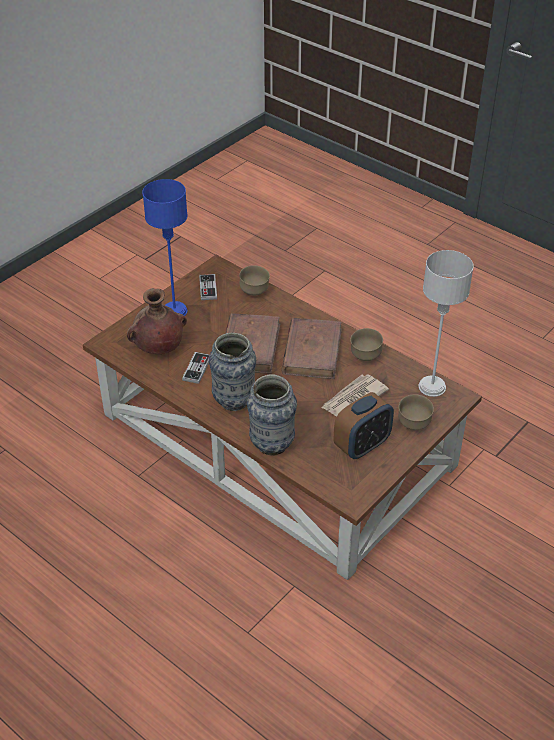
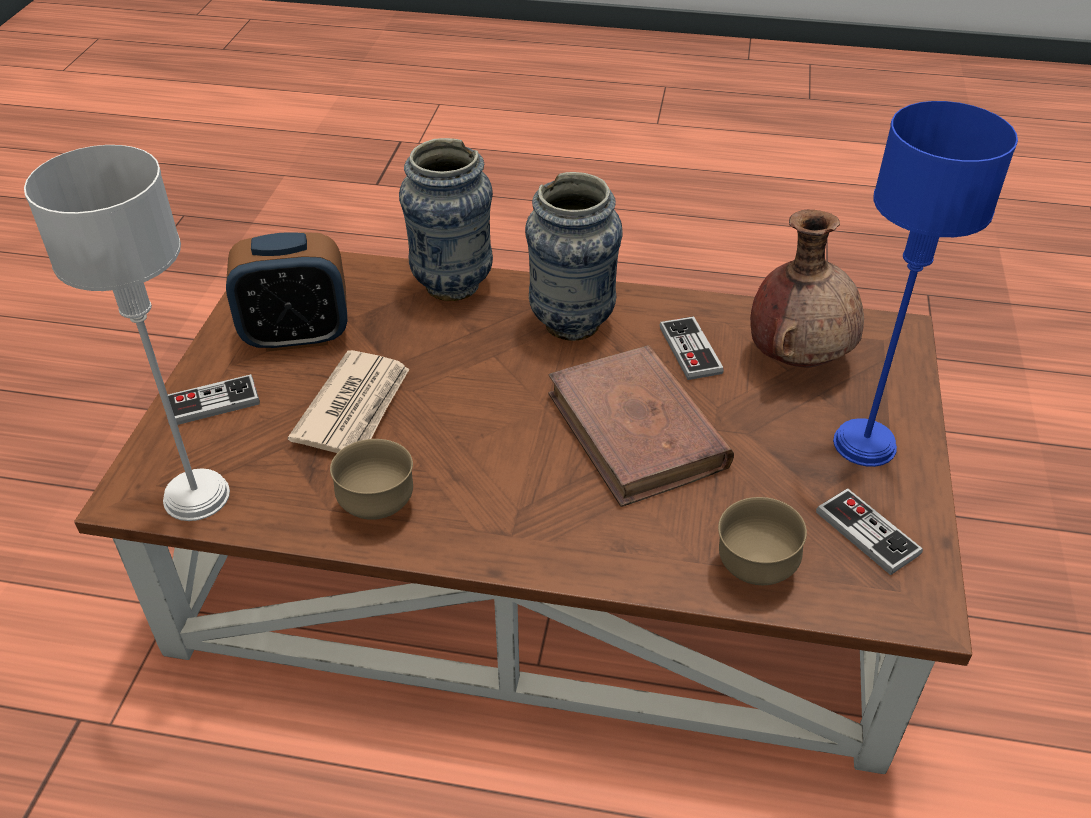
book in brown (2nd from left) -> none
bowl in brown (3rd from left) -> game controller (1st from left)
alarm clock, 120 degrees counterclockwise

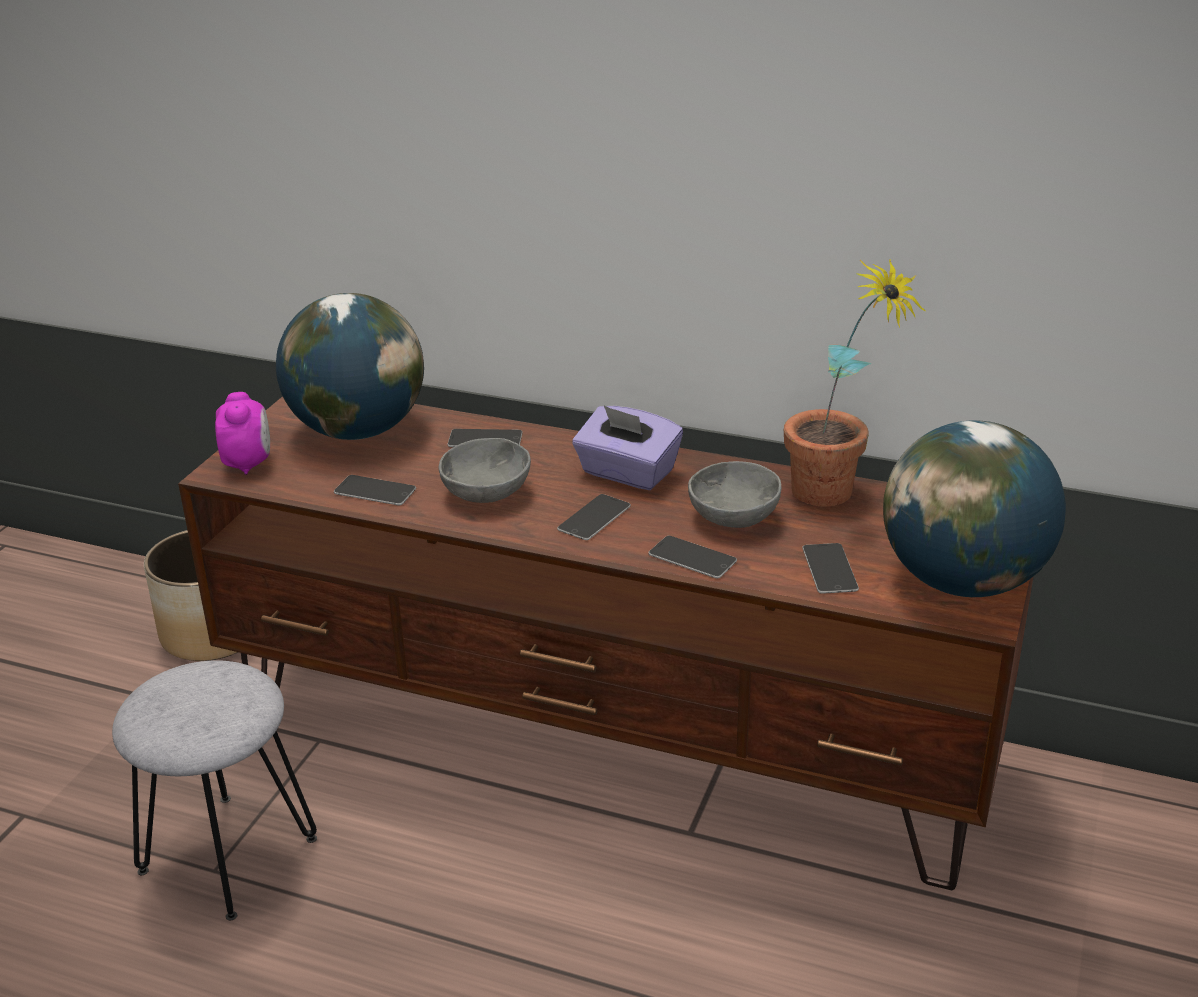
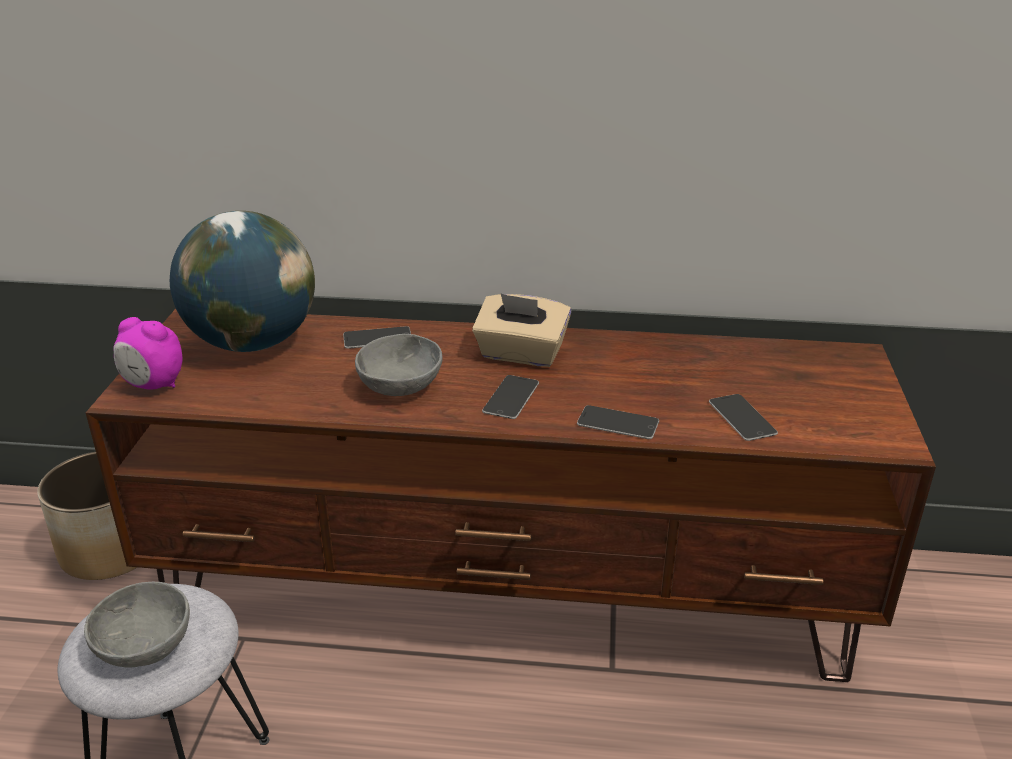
phone (1st from left) -> none
potted plant -> none
globe (2nd from left) -> none
bowl in grey (2nd from left in the first image) -> bowl in grey (1st from left), move
tissue box in purple -> tissue box in beige
alarm clock, 135 degrees clockwise

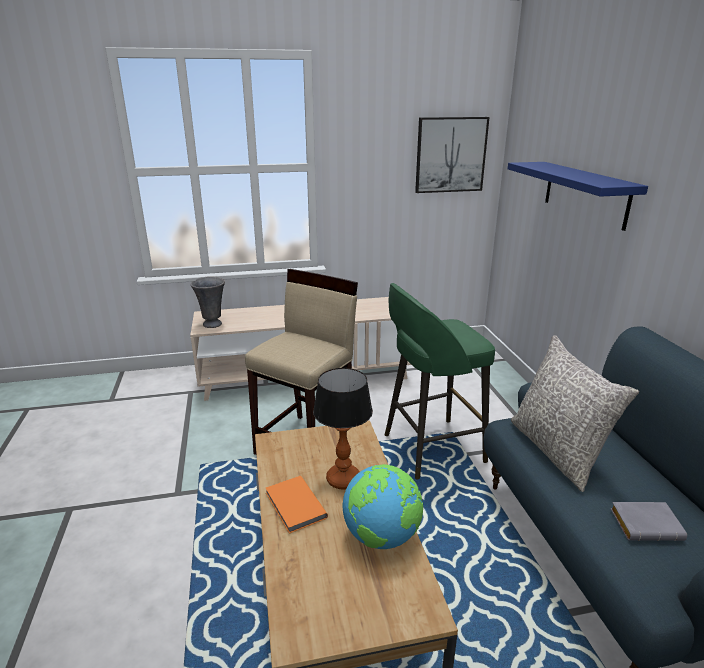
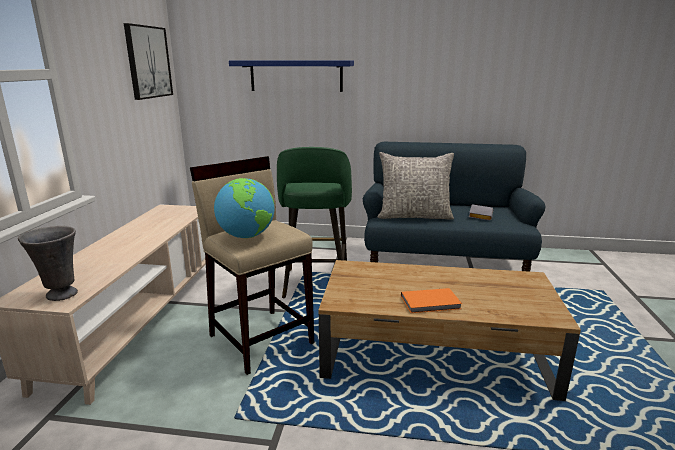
table lamp -> none
globe, move

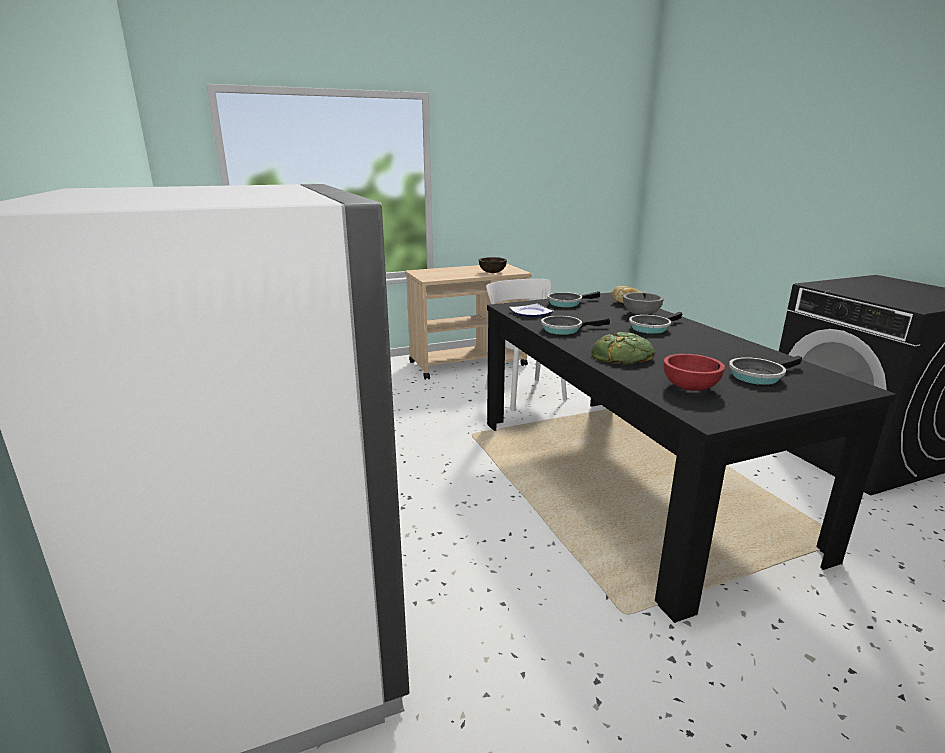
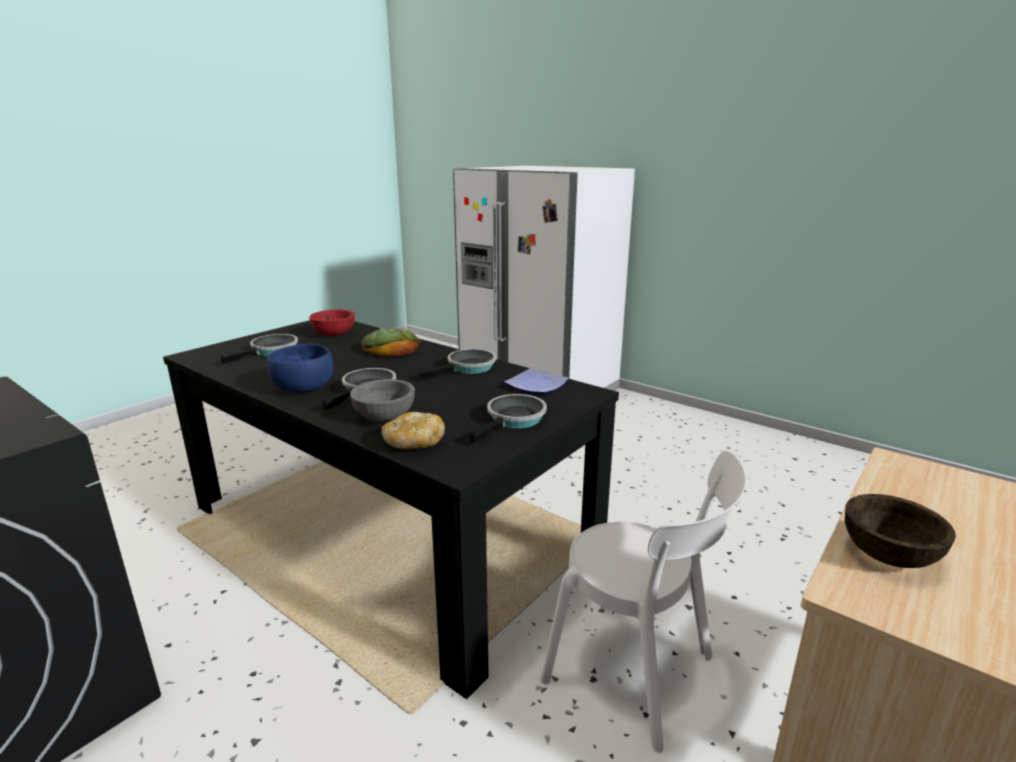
none -> bowl in blue

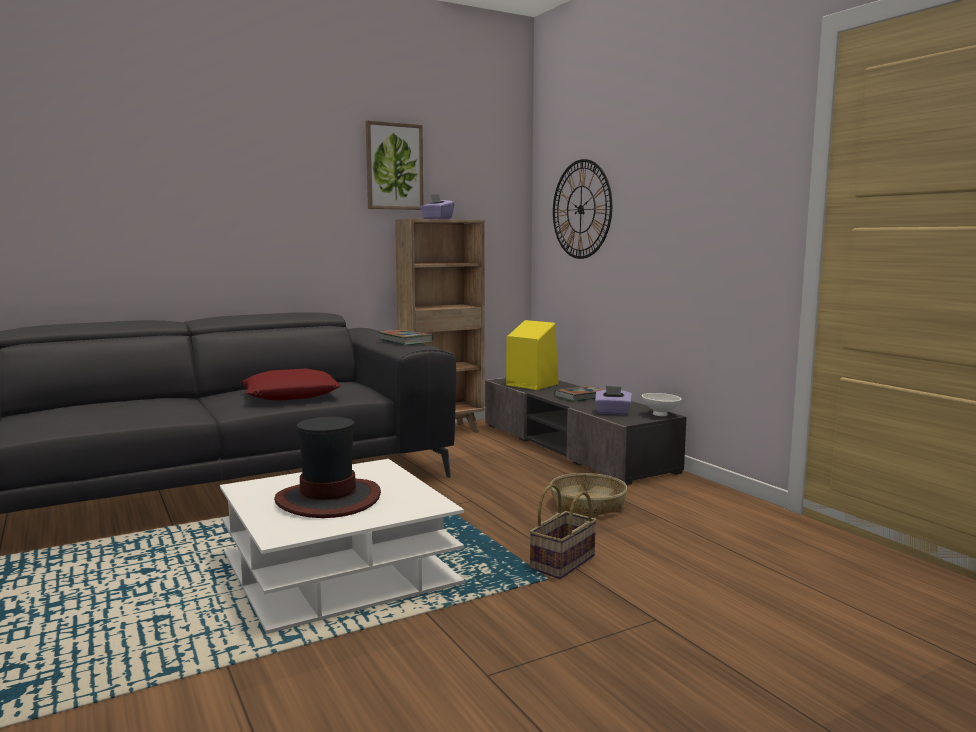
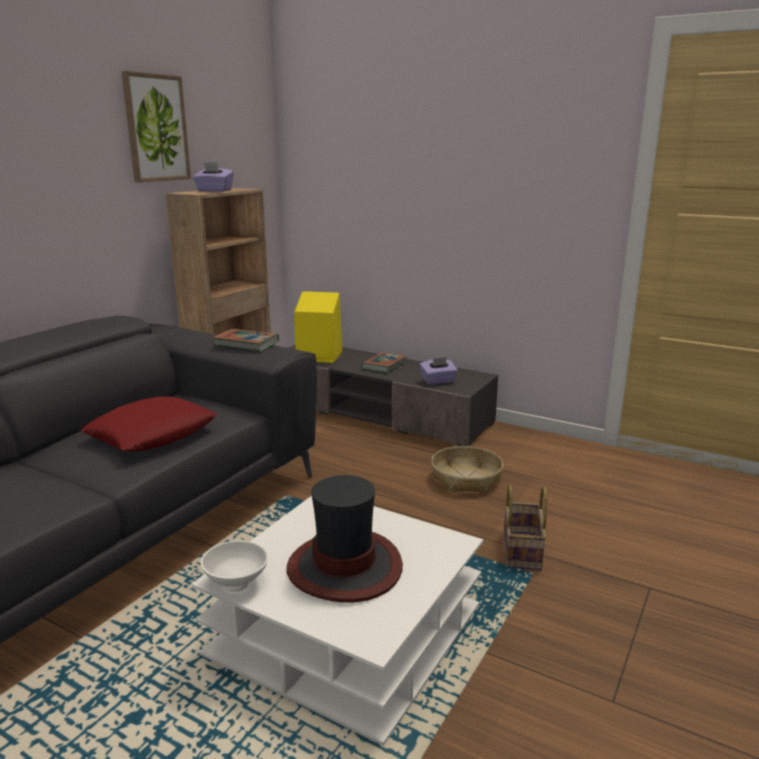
wall clock -> none
bowl in white, move

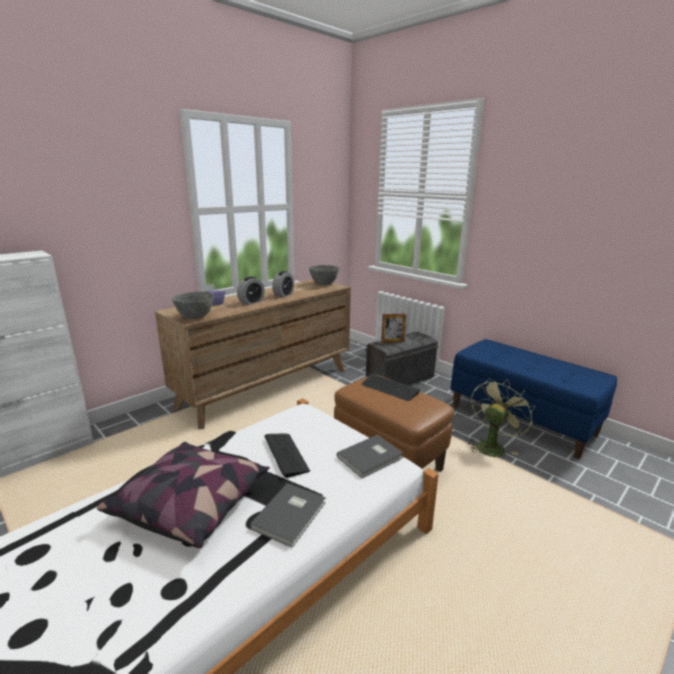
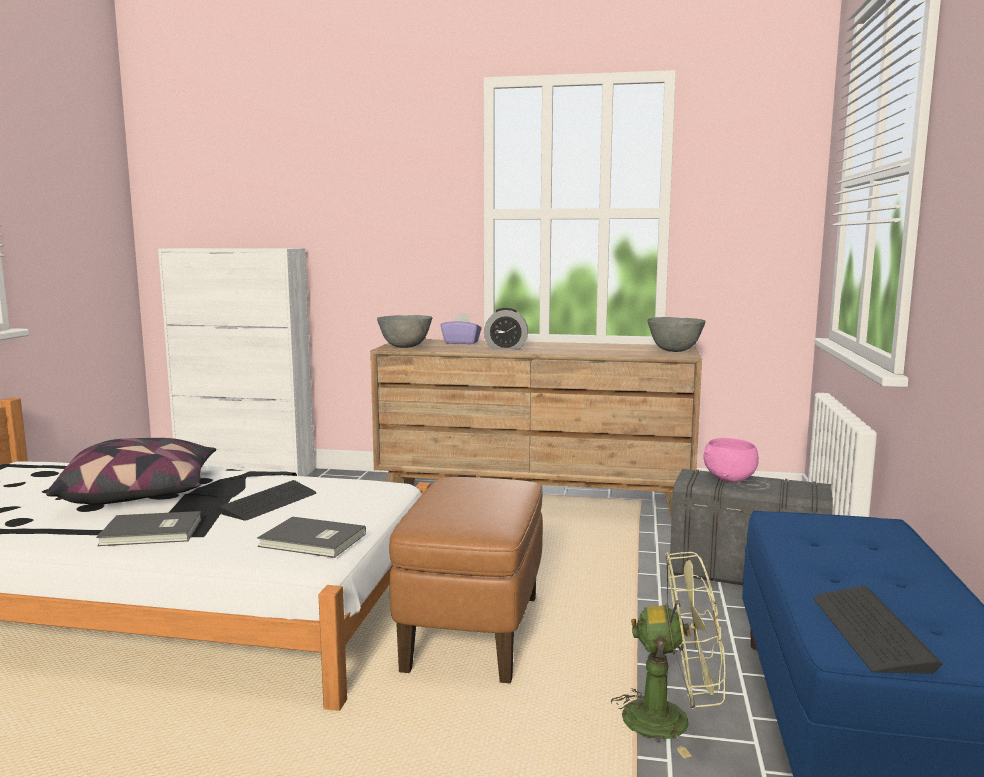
alarm clock (2nd from left) -> none
keyboard (2nd from left), move
picture frame -> bowl in pink

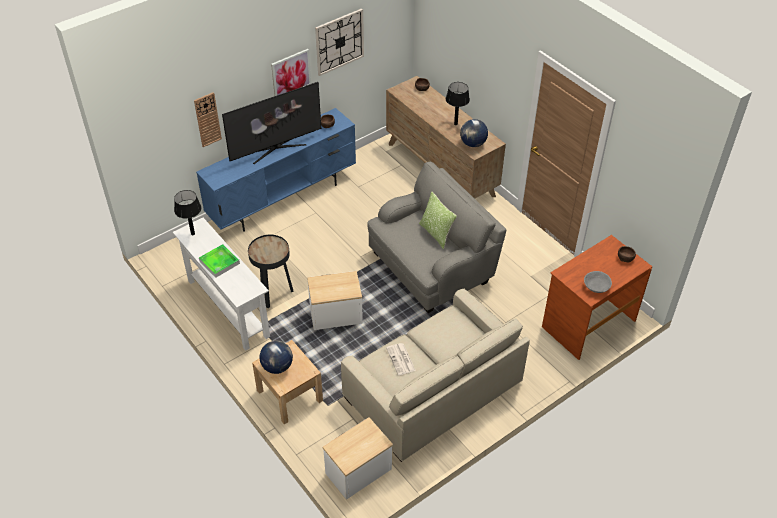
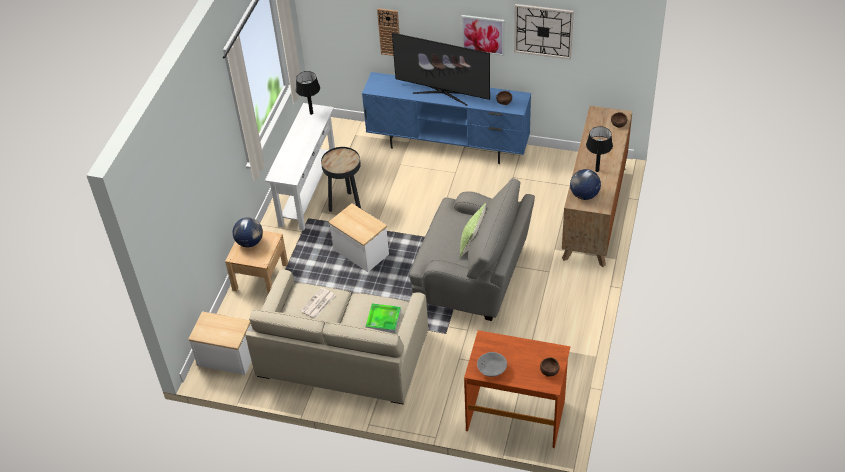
tray, move

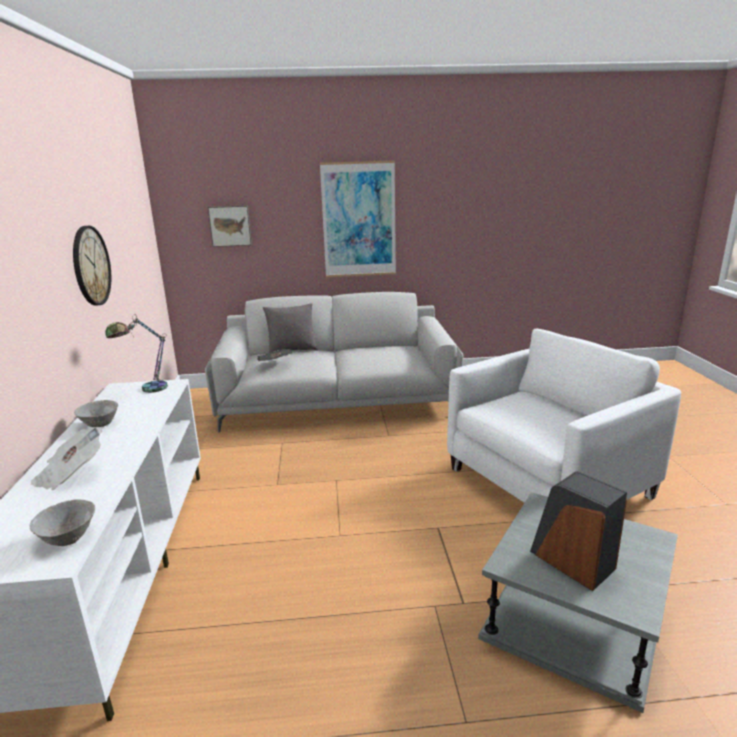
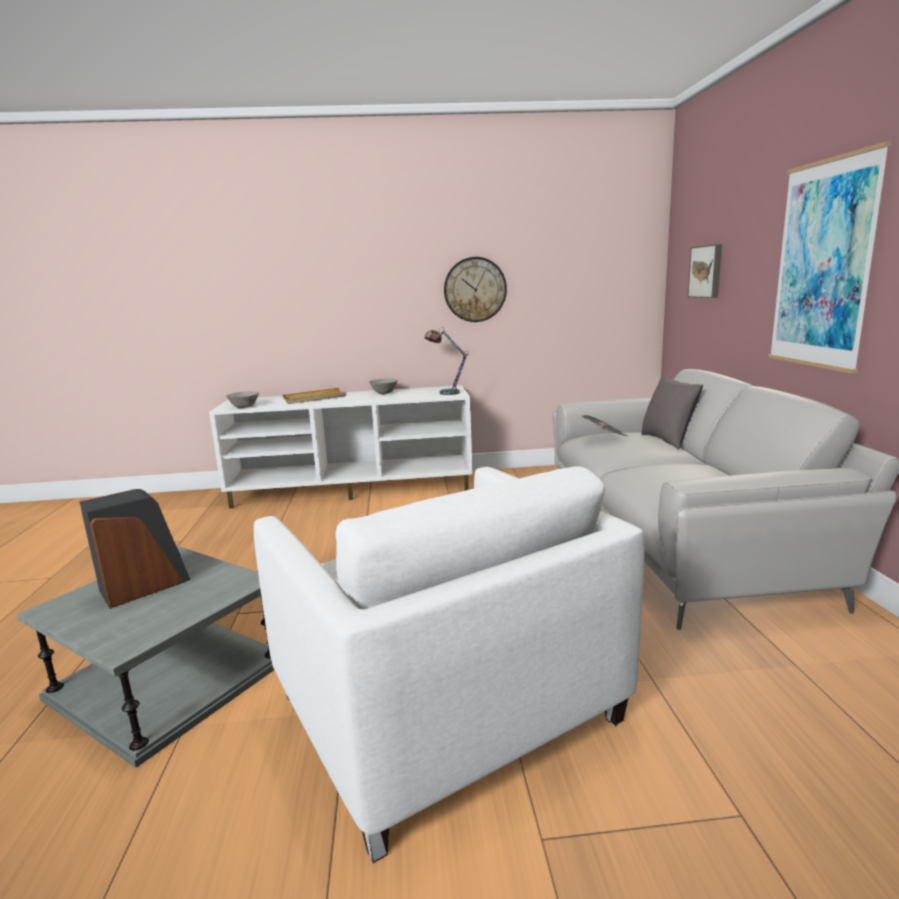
newspaper (1st from left) -> tray in beige

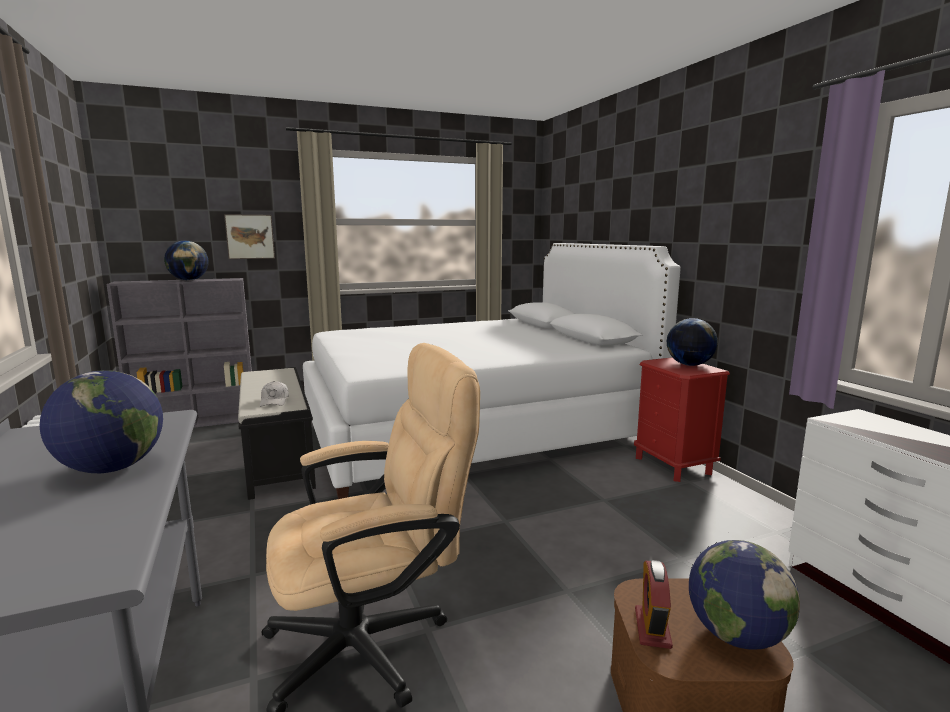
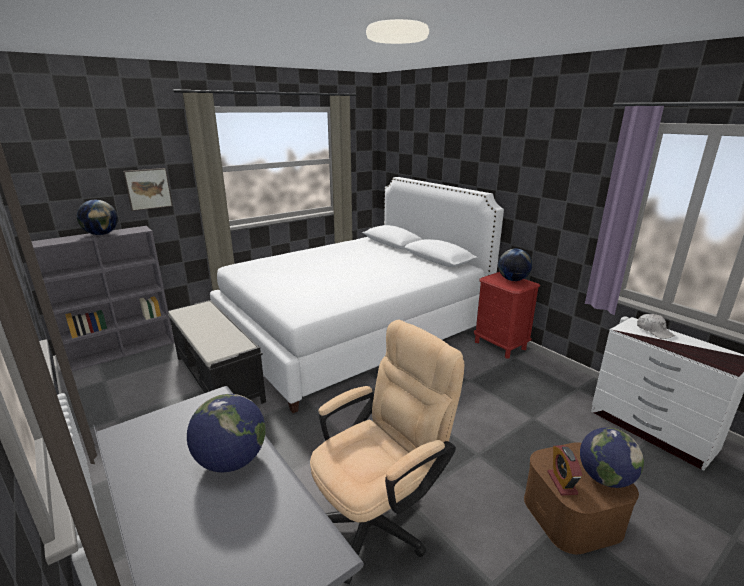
cap in white, move

